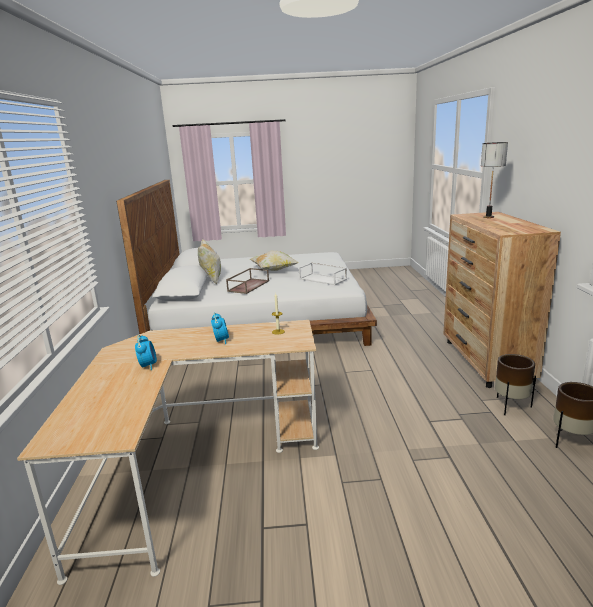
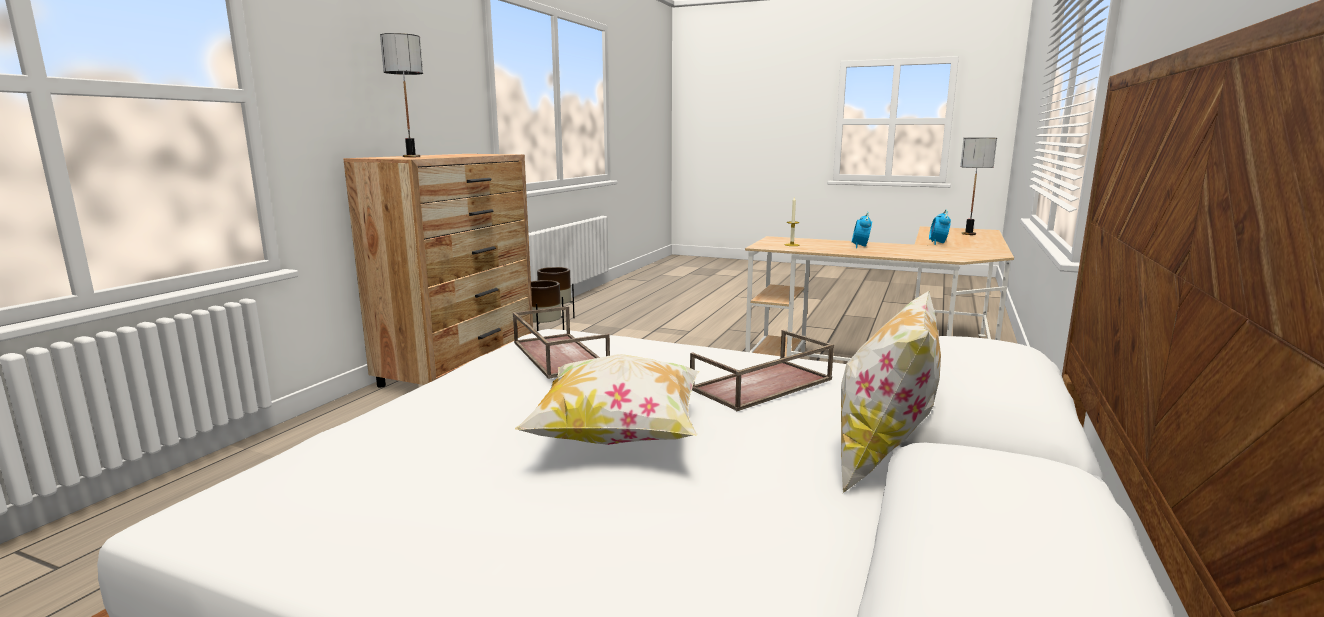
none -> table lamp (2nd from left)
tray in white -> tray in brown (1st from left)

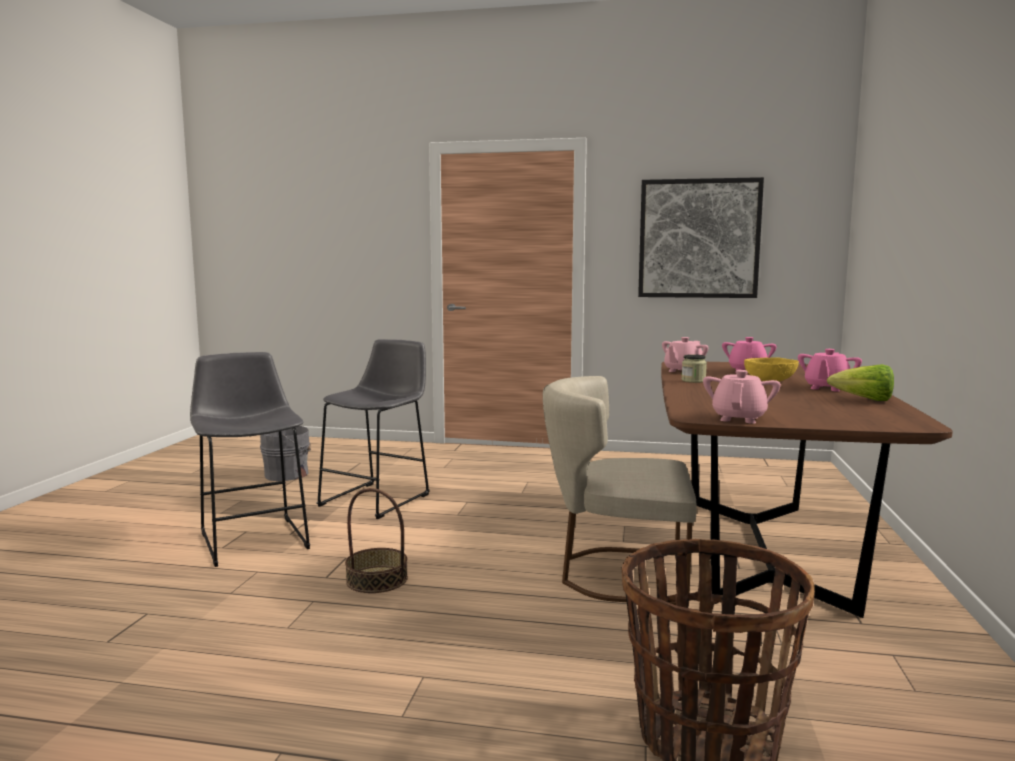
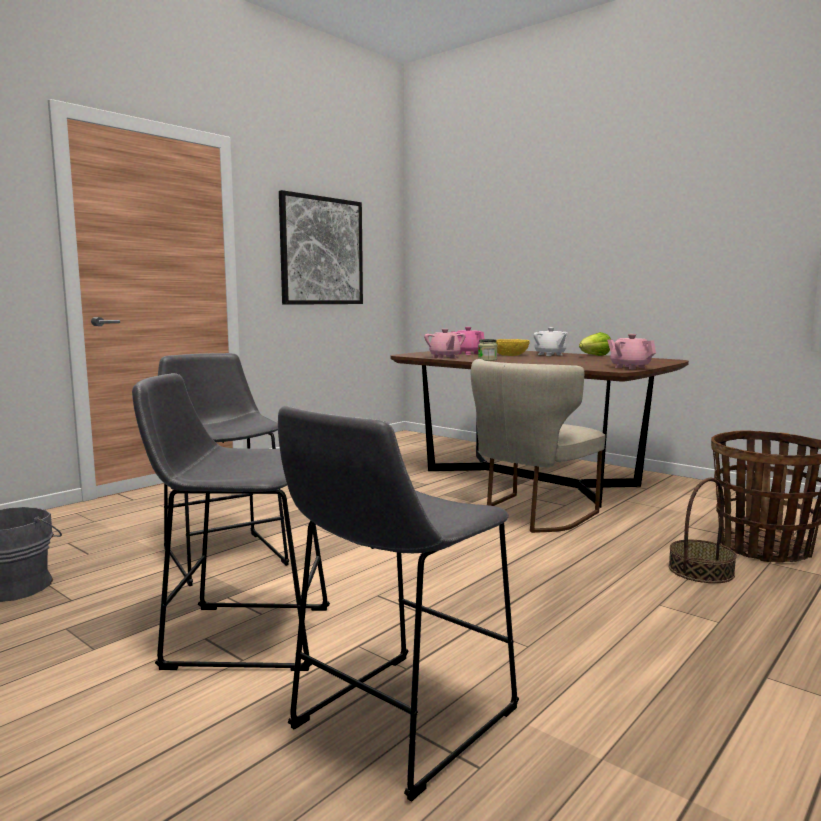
none -> stool in grey (3rd from left)
basket (1st from left), move
teapot in pink (4th from left) -> teapot in white

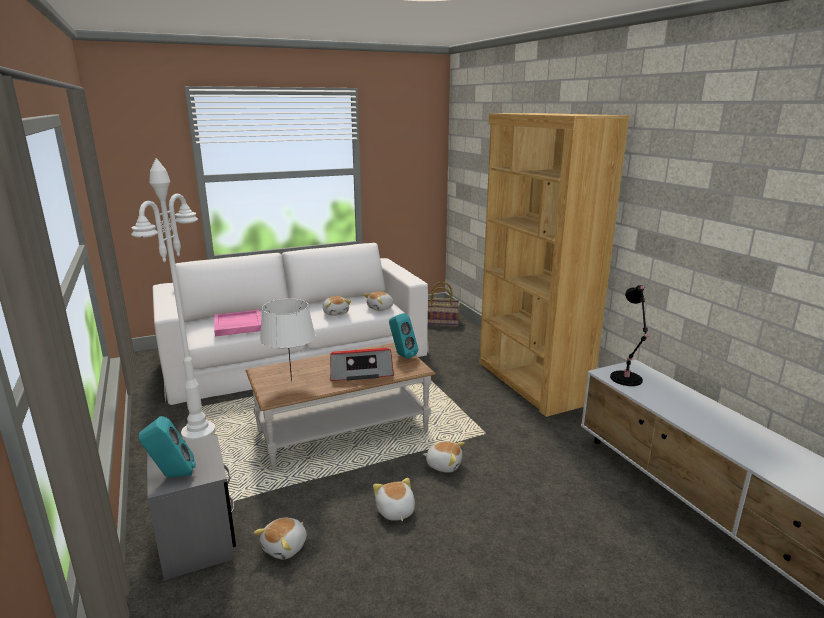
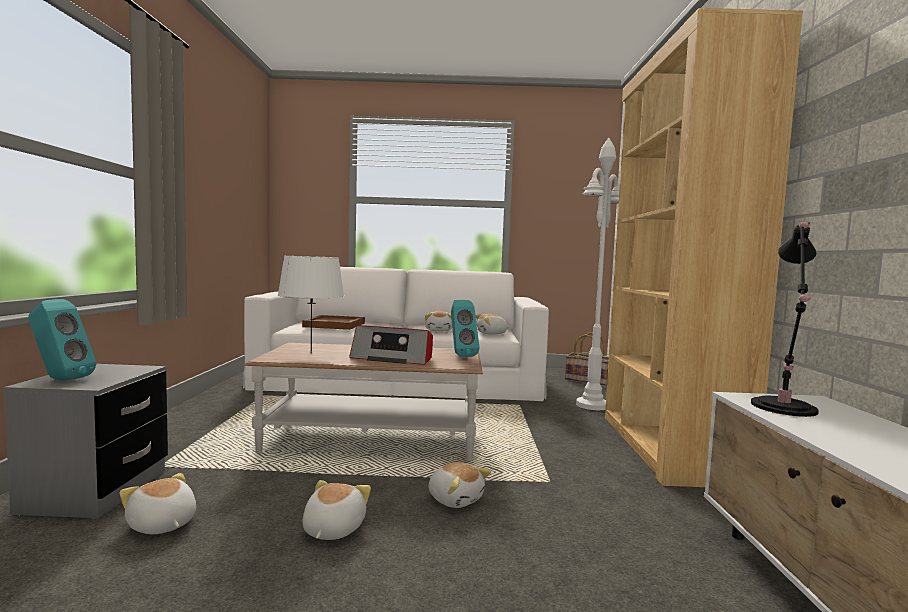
floor lamp in white, move
tray in pink -> tray in brown
plush toy (1st from left), 75 degrees clockwise

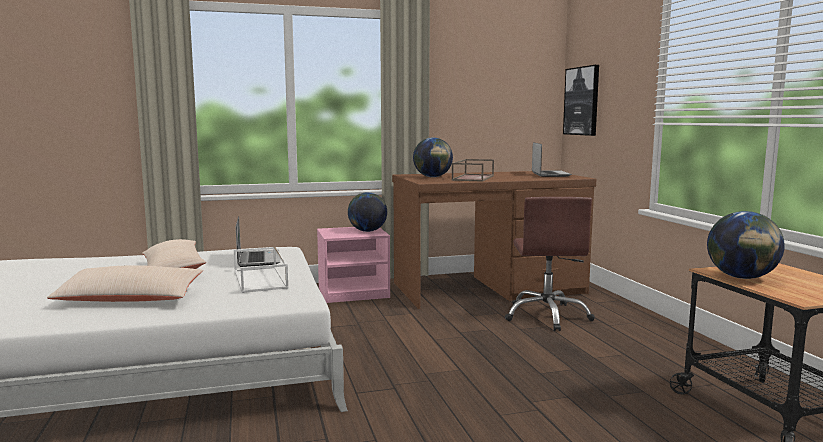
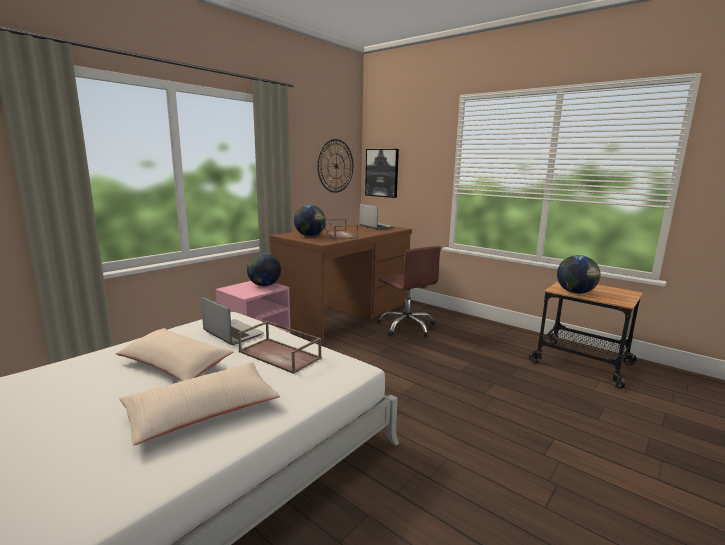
none -> wall clock
tray in white -> tray in brown (1st from left)

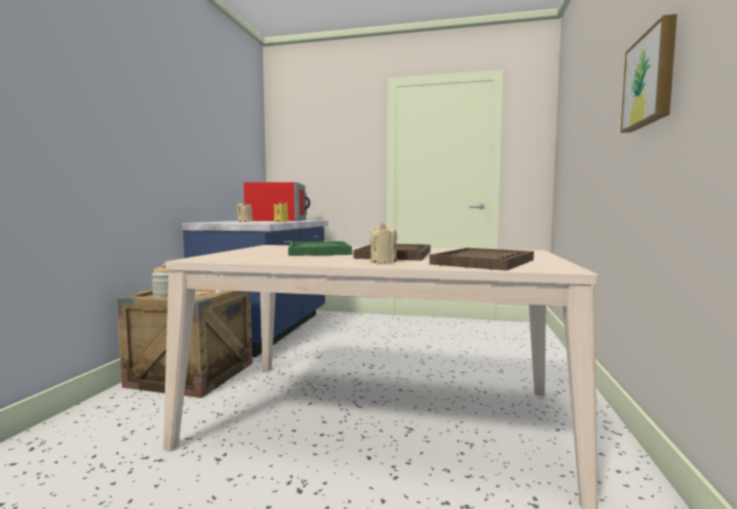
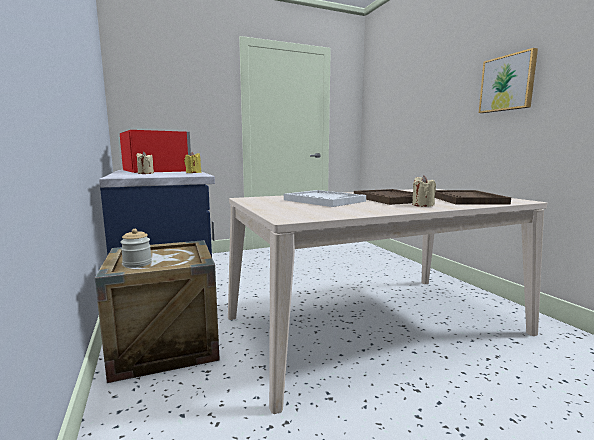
tray in green -> tray in white

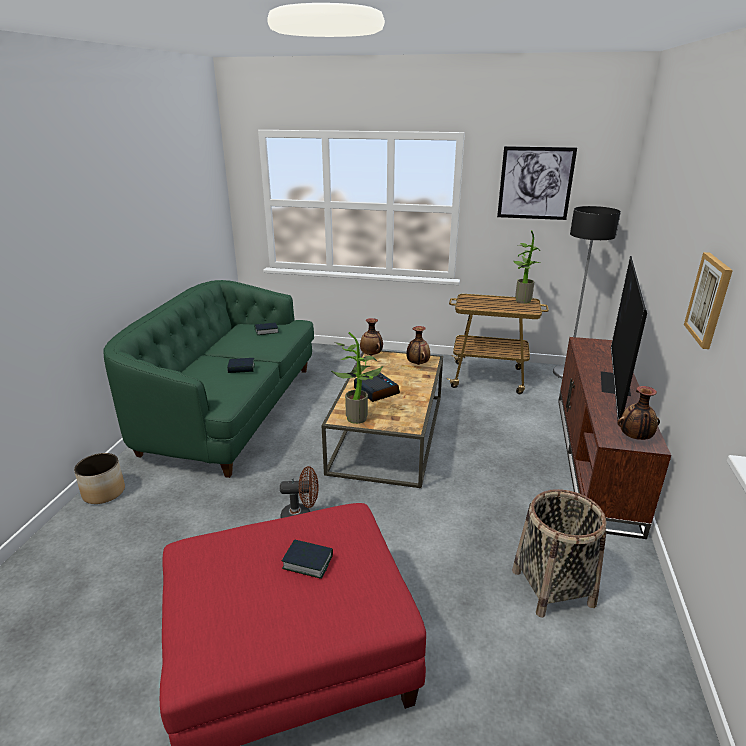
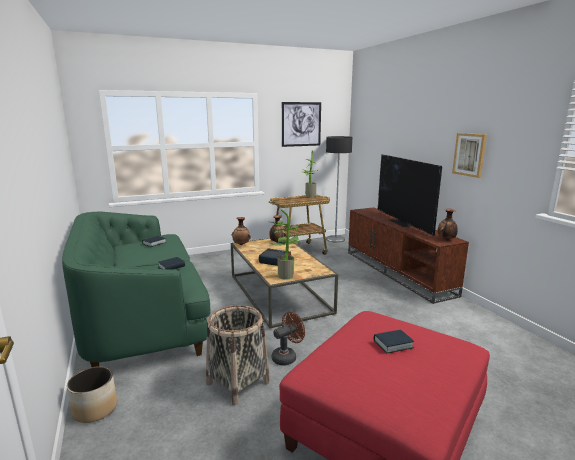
basket, move

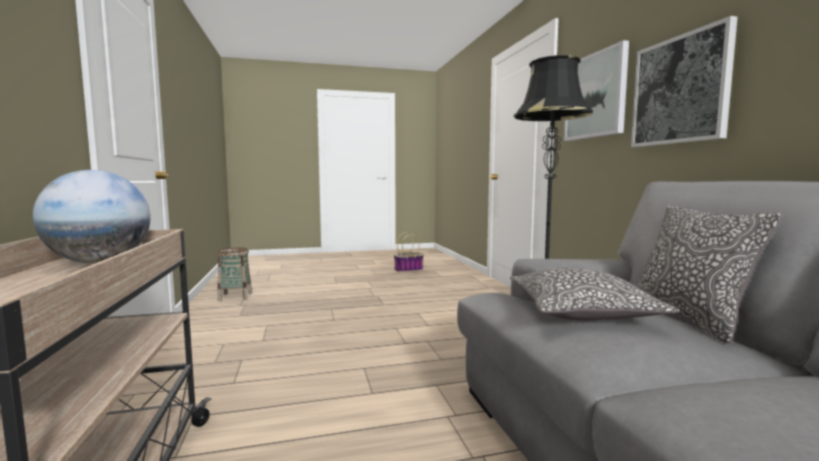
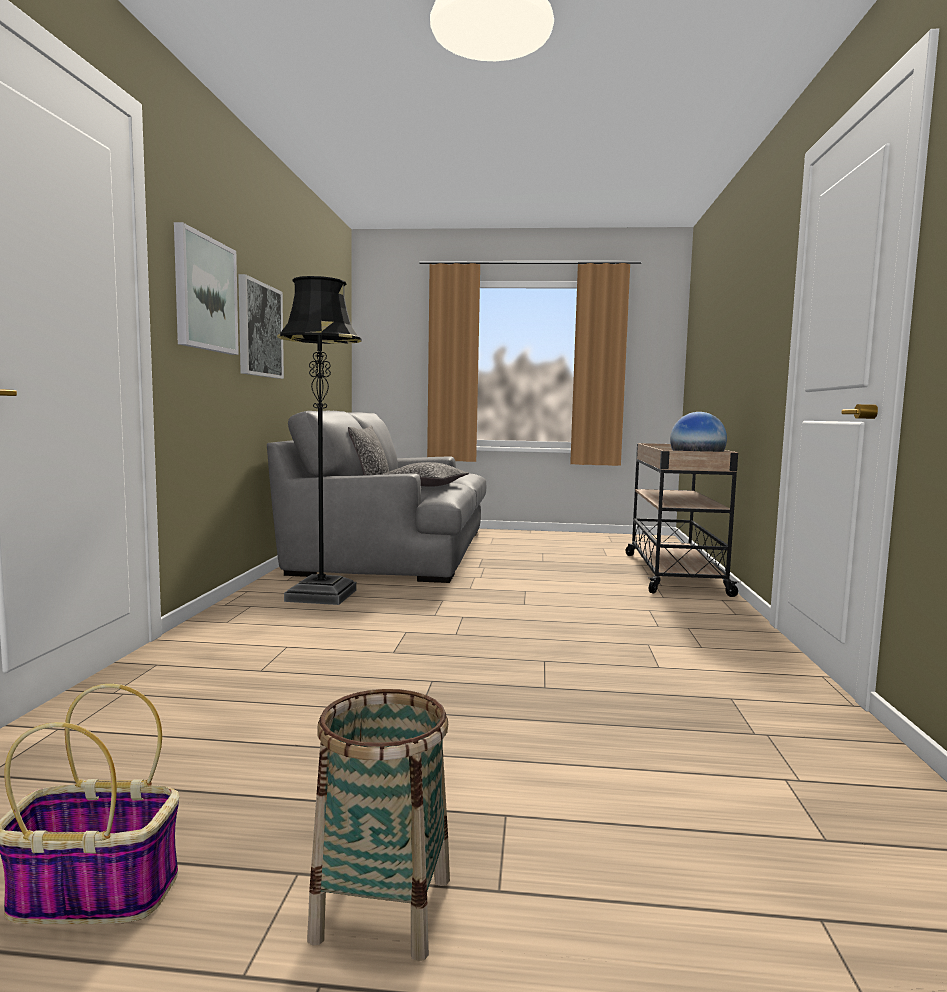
basket (1st from left in the first image) -> basket (2nd from left), move

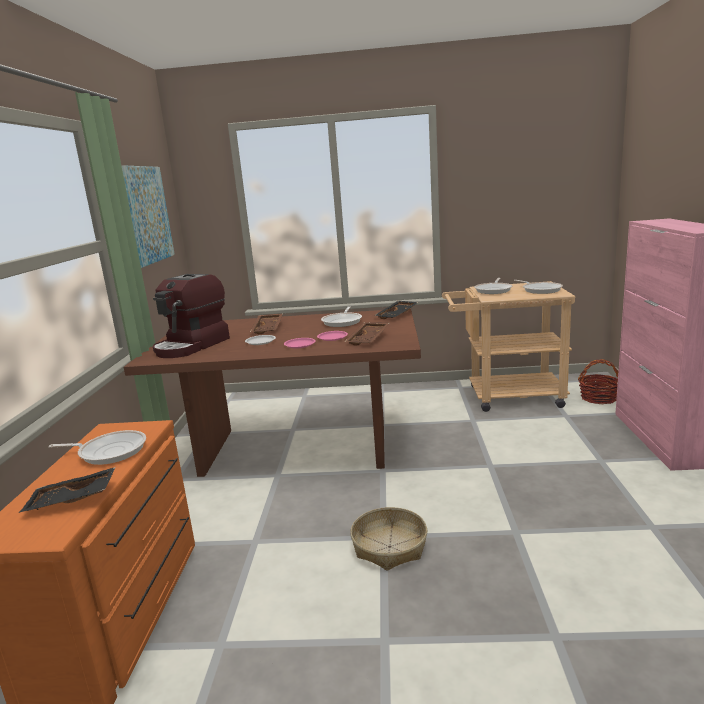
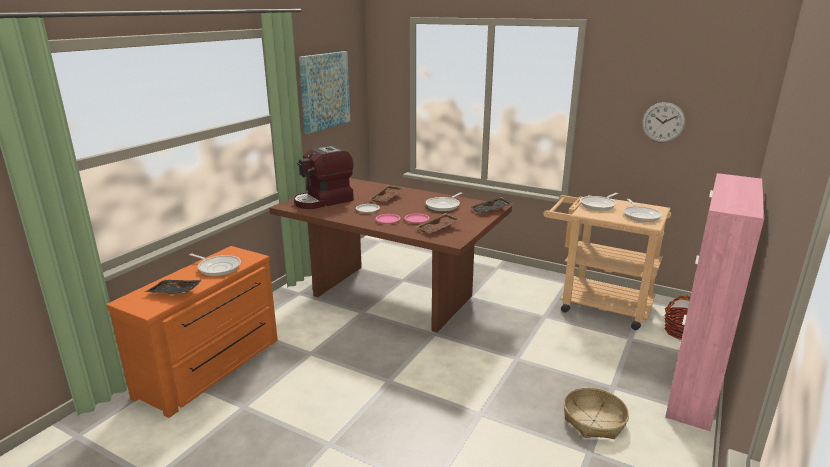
none -> wall clock
basket (1st from left), move

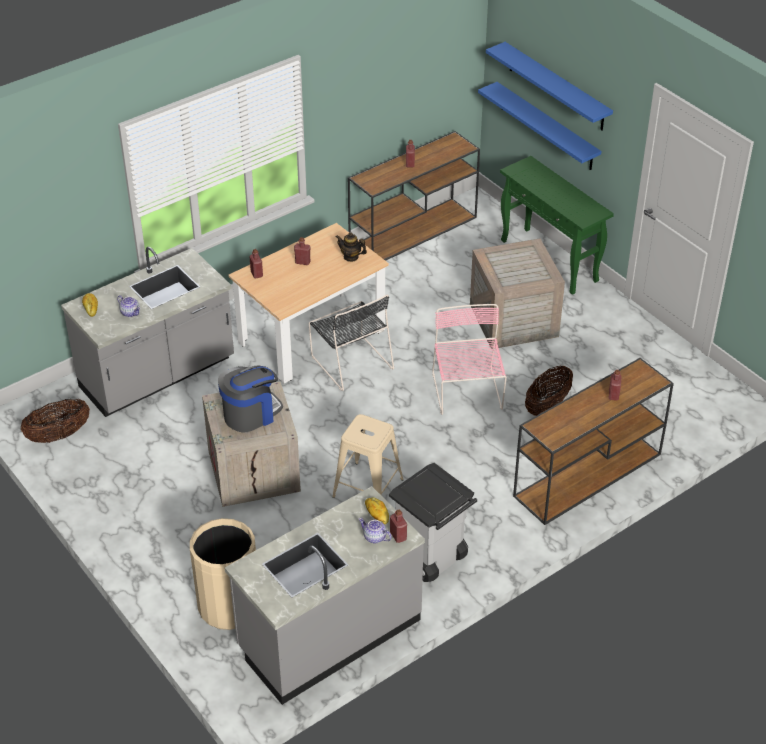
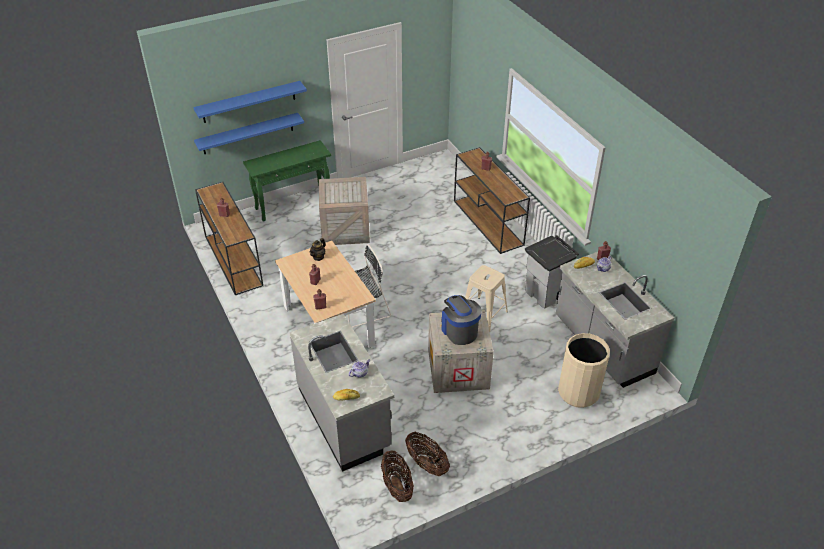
chair in pink -> none
basket (2nd from left), move

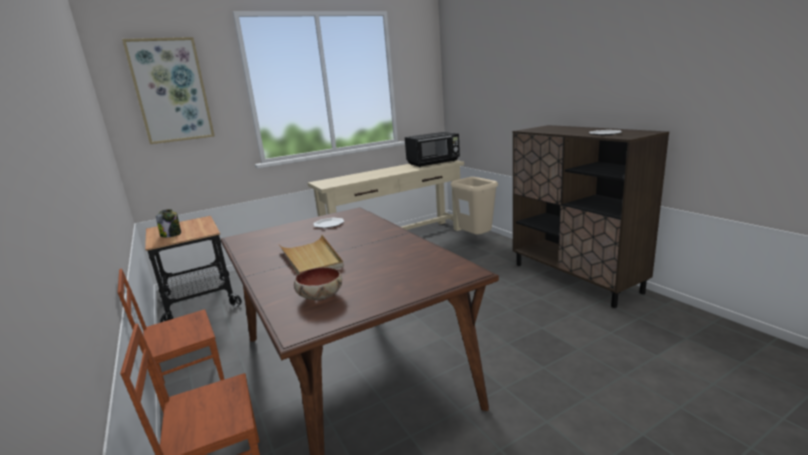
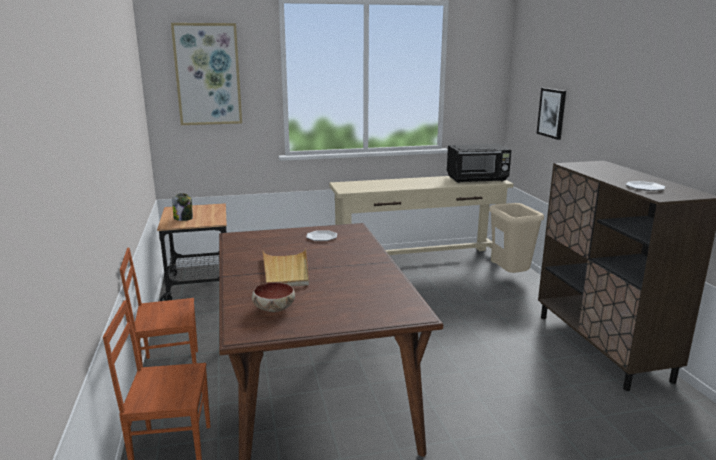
none -> picture (2nd from left)

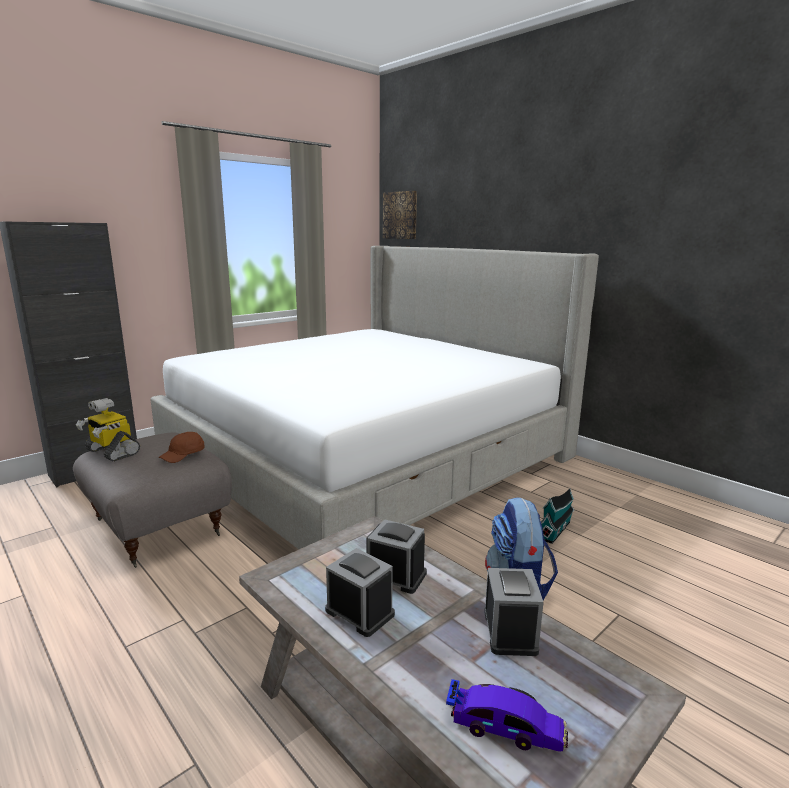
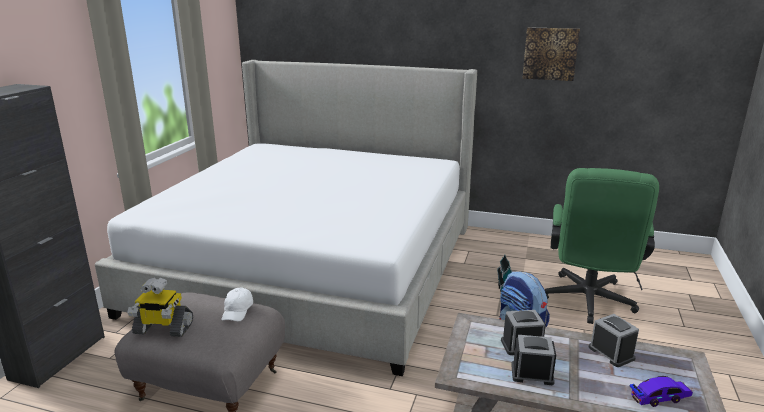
none -> office chair in green
picture, move
cap in brown -> cap in white

